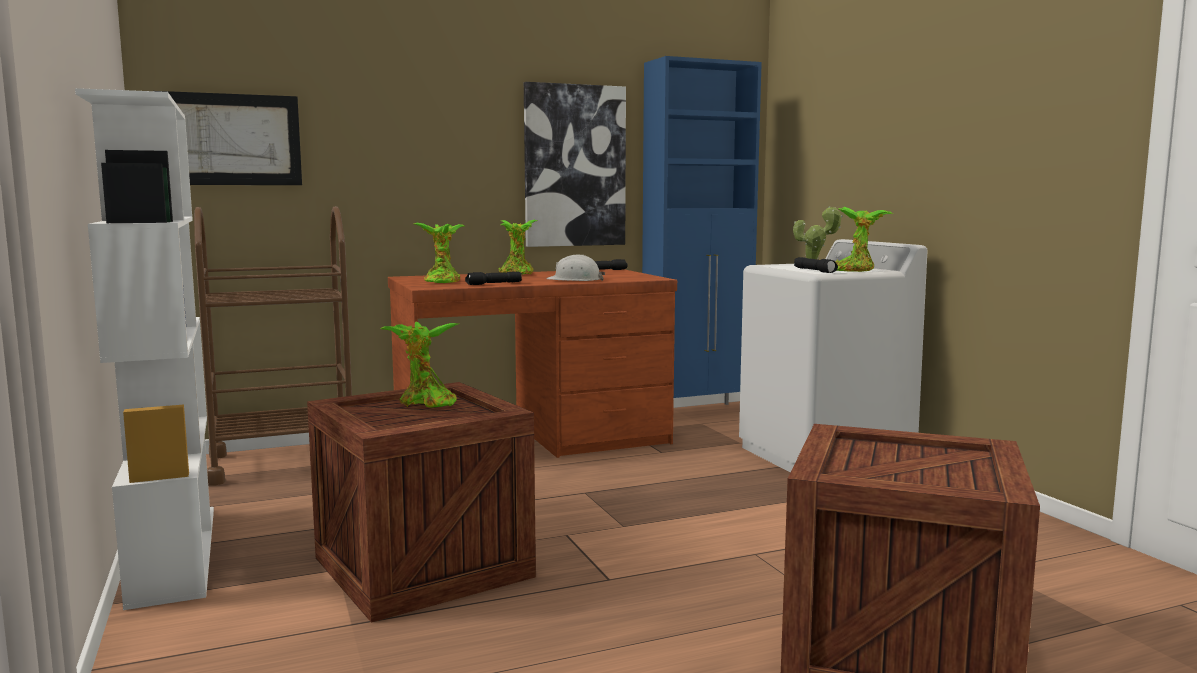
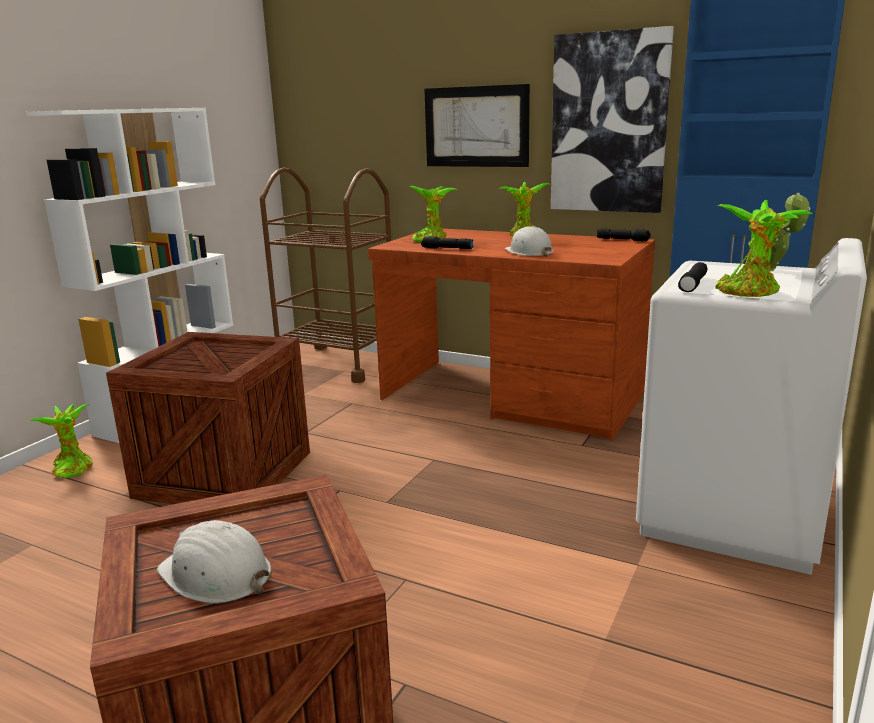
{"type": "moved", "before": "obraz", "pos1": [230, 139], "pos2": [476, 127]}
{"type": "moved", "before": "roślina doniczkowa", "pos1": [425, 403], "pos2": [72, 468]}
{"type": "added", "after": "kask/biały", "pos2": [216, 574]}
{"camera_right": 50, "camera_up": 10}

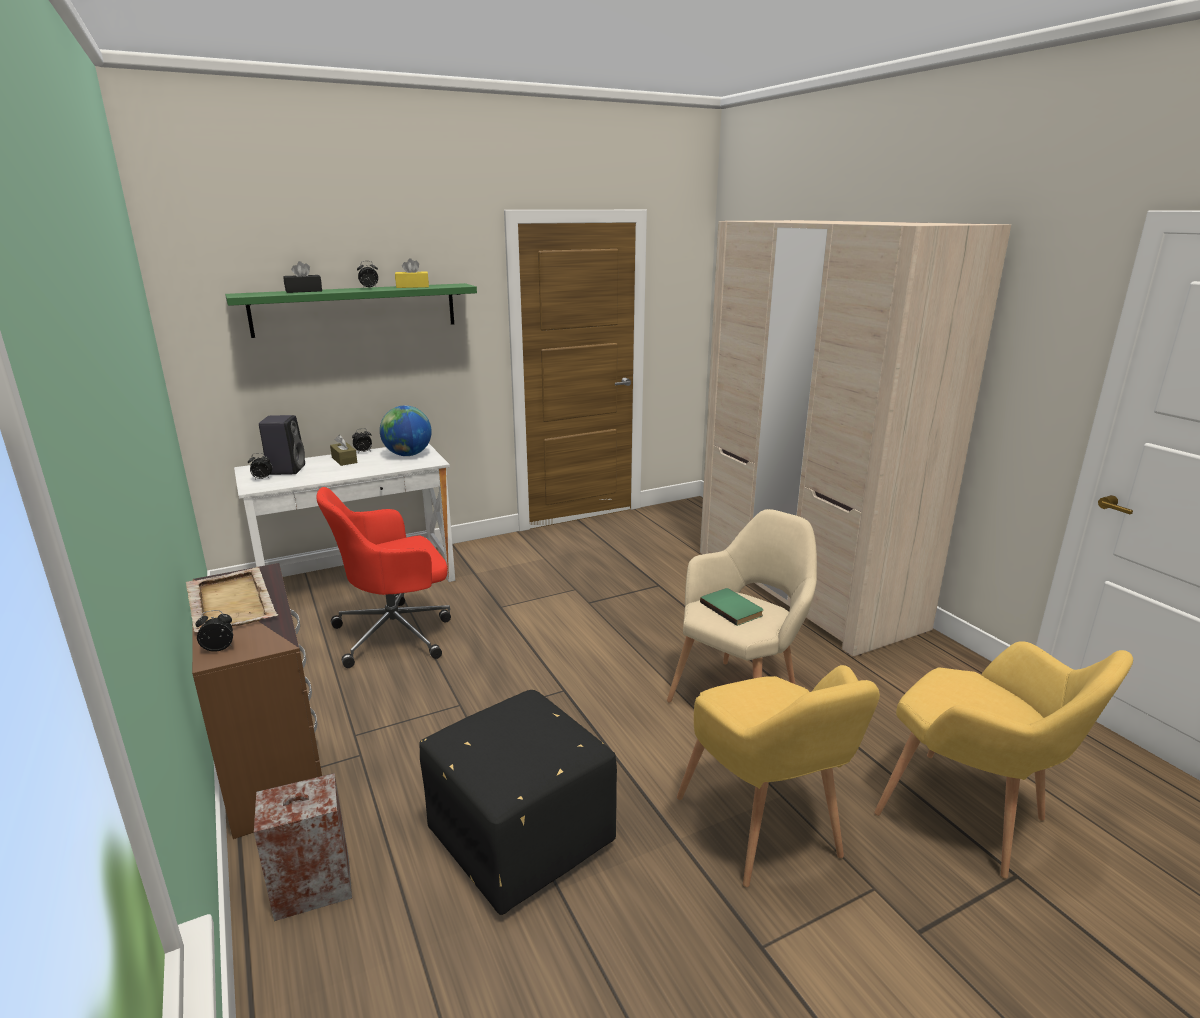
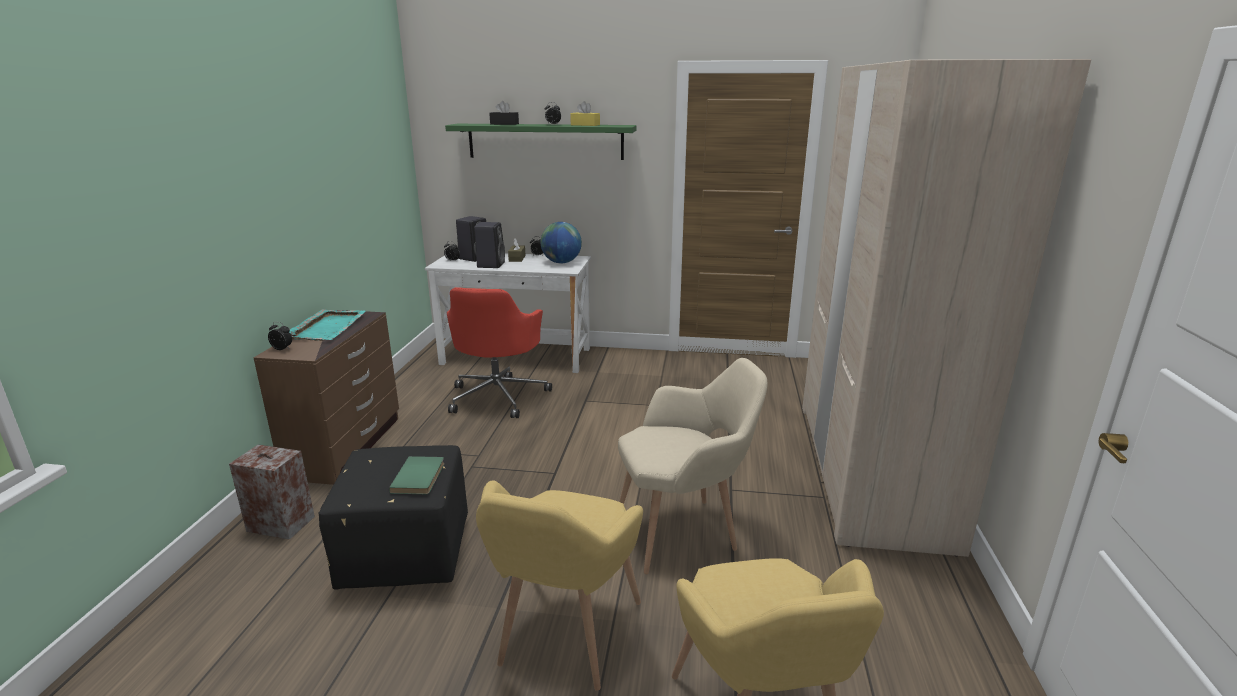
{"type": "recoloured", "before": "taca/beżowy", "after": "taca/turkusowy", "pos1": [231, 602], "pos2": [327, 327]}
{"type": "turned", "before": "krzesło biurowe/czerwony", "pos1": [396, 633], "pos2": [498, 396], "turn": -90}
{"type": "moved", "before": "książka/zielony", "pos1": [733, 608], "pos2": [420, 477]}
{"type": "added", "after": "głośnik/czarny", "pos2": [491, 265]}
{"camera_right": 35, "camera_up": 0}

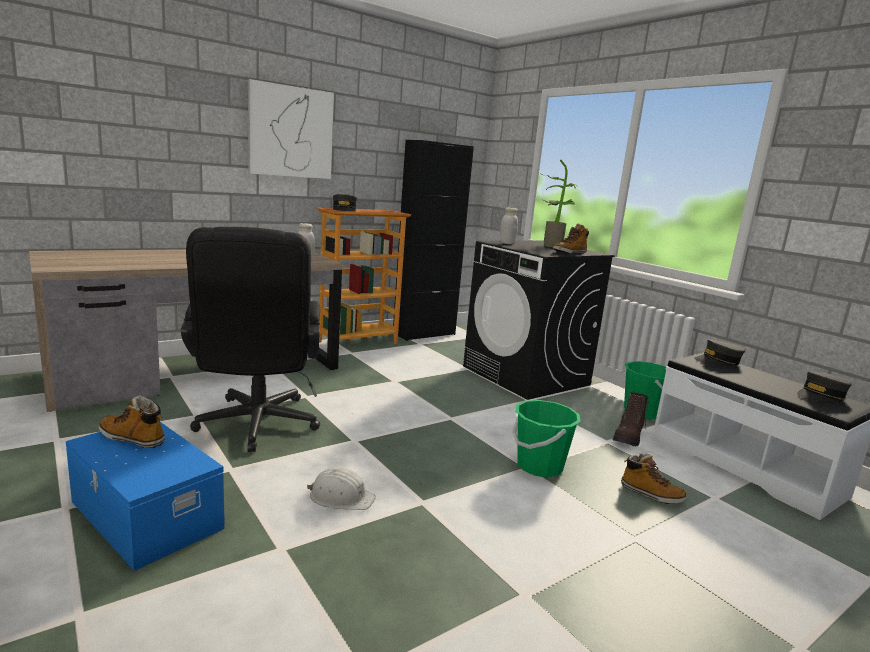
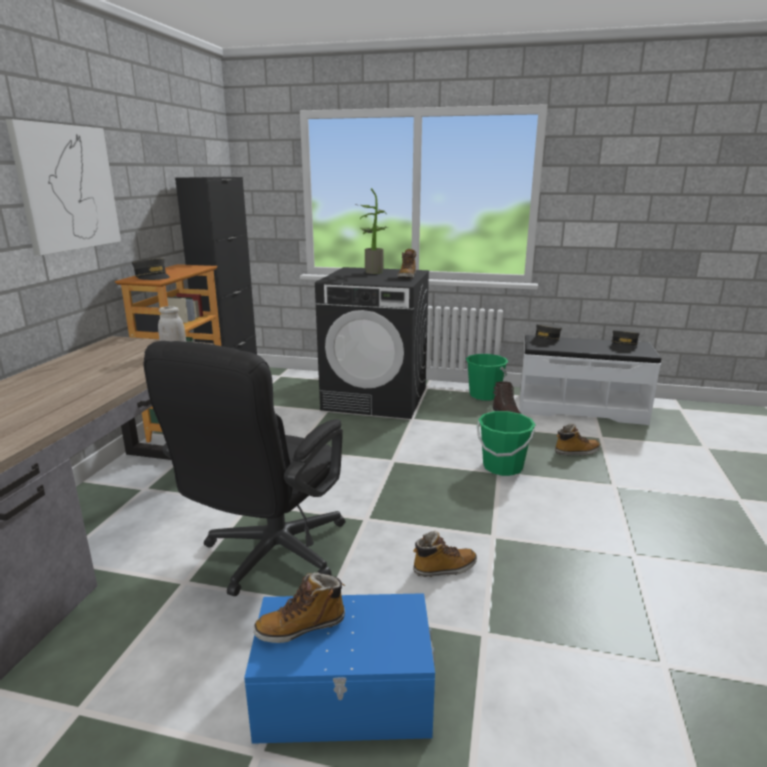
{"type": "turned", "before": "krzesło biurowe/czarny", "pos1": [256, 427], "pos2": [268, 557], "turn": 75}
{"type": "replaced", "before": "kask/biały", "after": "but z cholewką", "pos1": [341, 497], "pos2": [444, 568]}
{"type": "removed", "before": "słoik/biały", "pos1": [507, 243]}
{"camera_right": -40, "camera_up": 5}

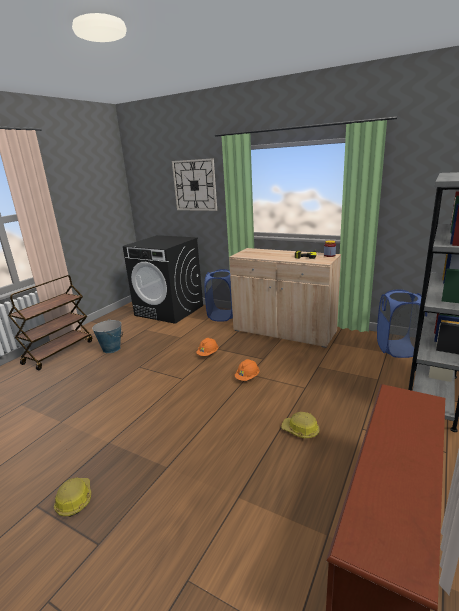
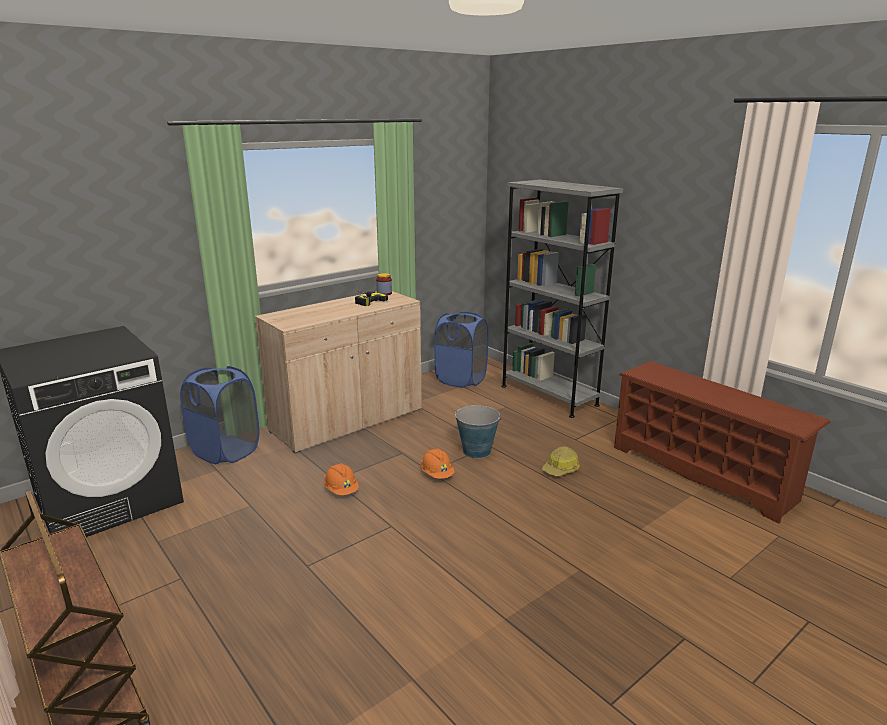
{"type": "removed", "before": "kask", "pos1": [74, 500]}
{"type": "moved", "before": "wiadro", "pos1": [111, 349], "pos2": [476, 451]}
{"type": "removed", "before": "zegar ścienny", "pos1": [195, 185]}
{"camera_right": -70, "camera_up": 0}

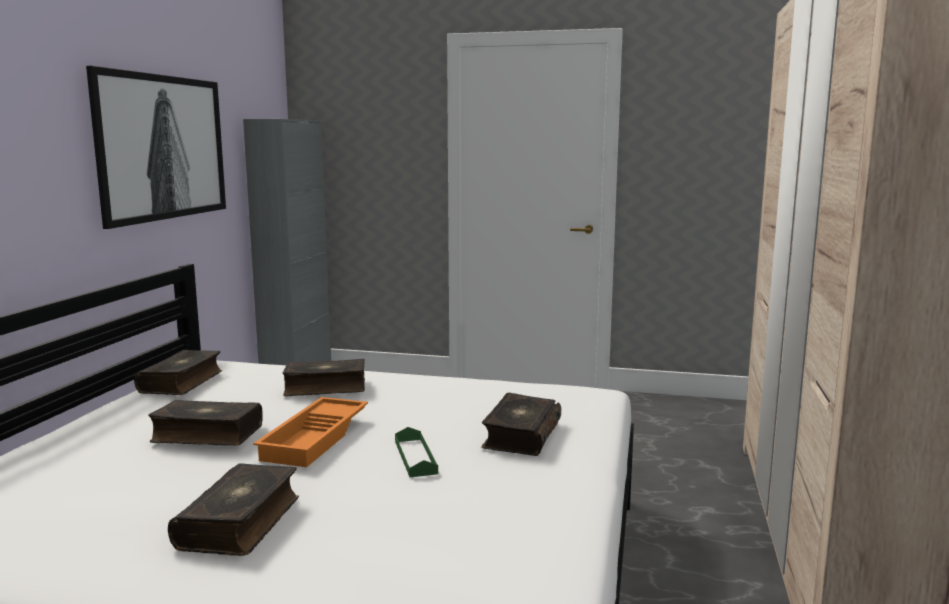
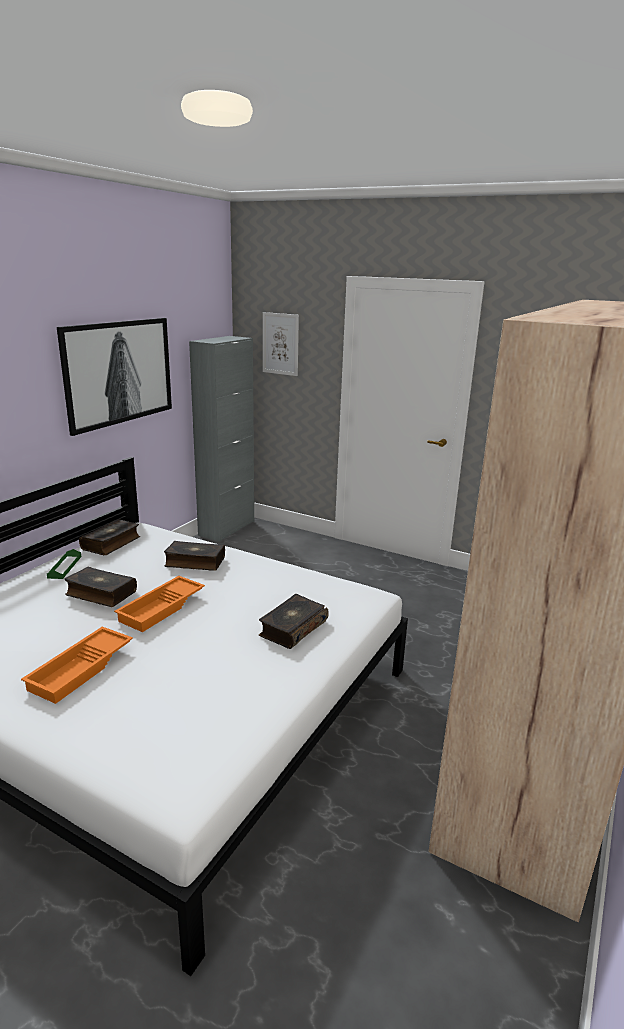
{"type": "replaced", "before": "książka", "after": "taca/pomarańczowy", "pos1": [241, 522], "pos2": [81, 670]}
{"type": "moved", "before": "taca/zielony", "pos1": [415, 457], "pos2": [64, 567]}
{"type": "added", "after": "obraz", "pos2": [280, 344]}
{"camera_right": 15, "camera_up": 10}

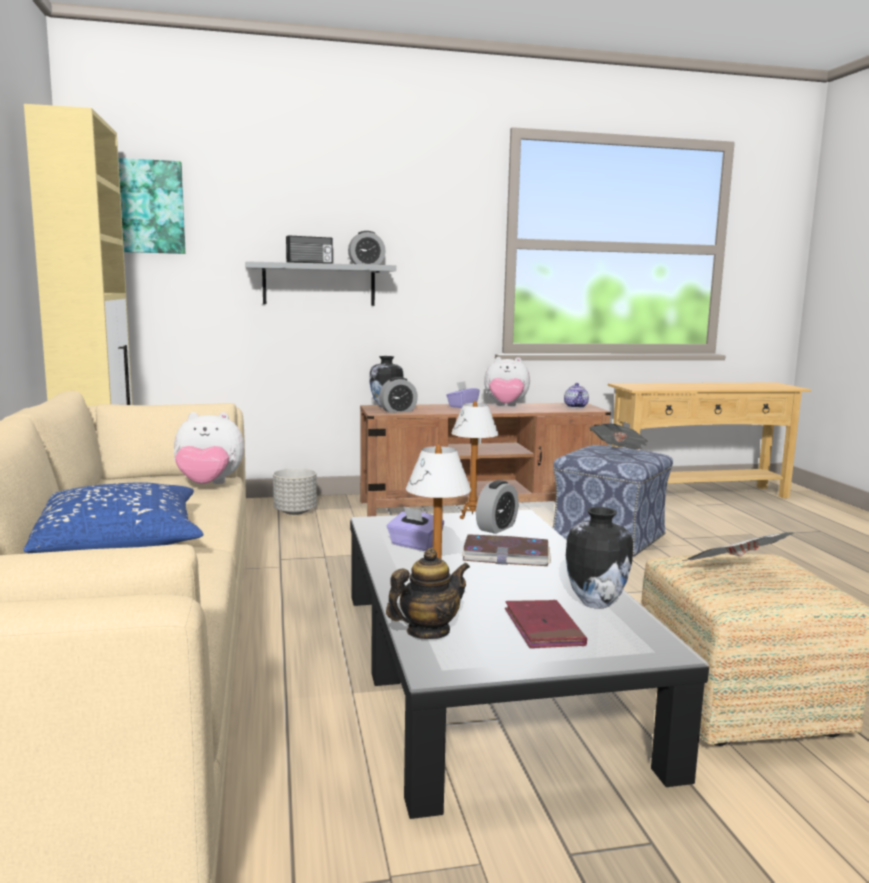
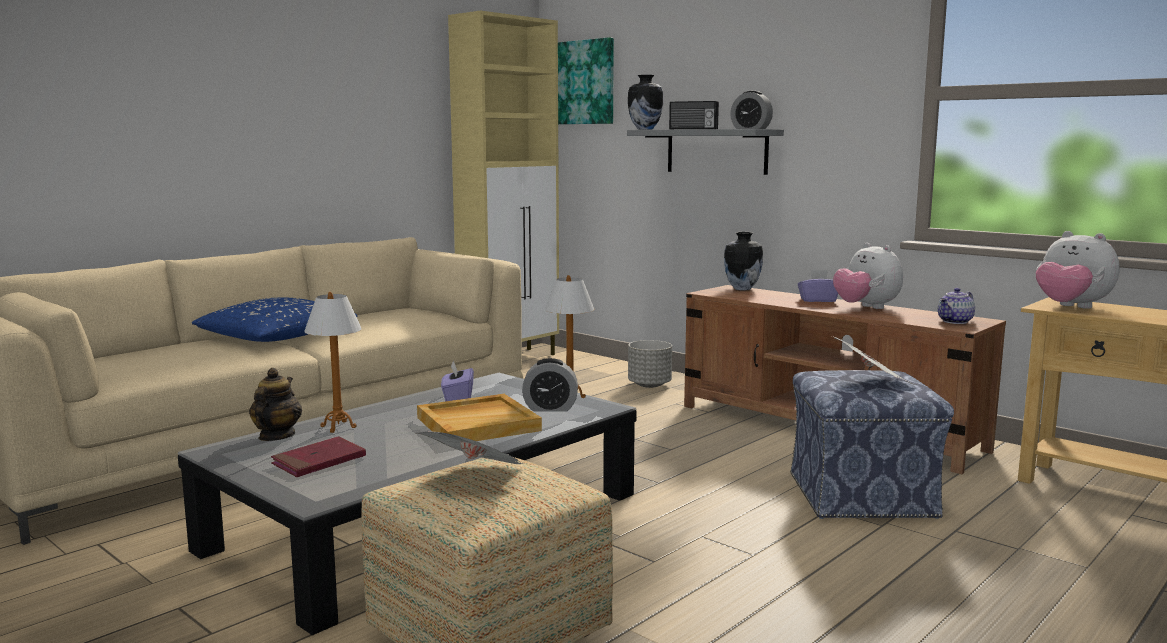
{"type": "moved", "before": "pluszak", "pos1": [208, 485], "pos2": [1071, 307]}
{"type": "removed", "before": "budzik", "pos1": [398, 411]}
{"type": "turned", "before": "imbryk", "pos1": [427, 631], "pos2": [276, 436], "turn": -105}
{"type": "replaced", "before": "książka", "after": "taca/beżowy", "pos1": [506, 555], "pos2": [478, 423]}
{"type": "moved", "before": "wazon", "pos1": [594, 603], "pos2": [645, 129]}
{"camera_right": 55, "camera_up": 0}

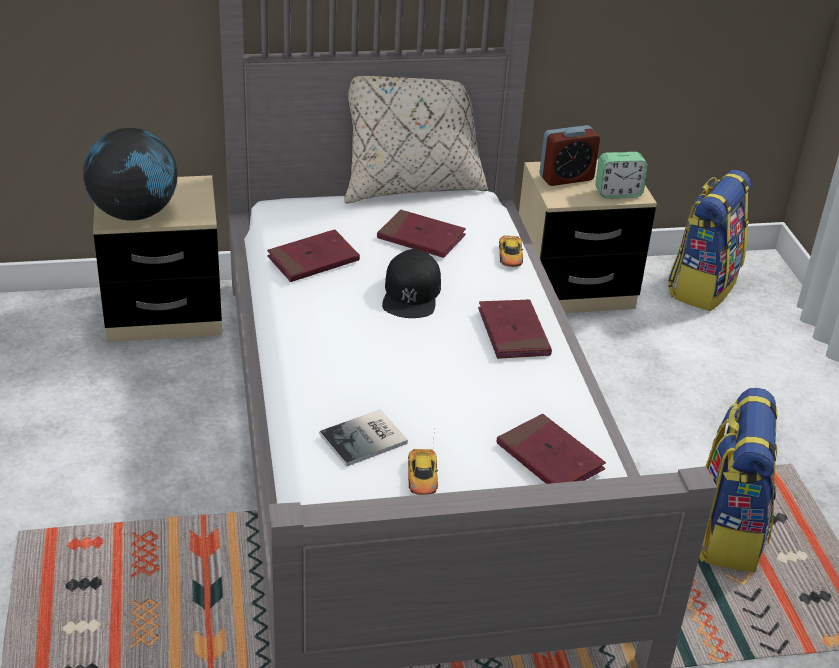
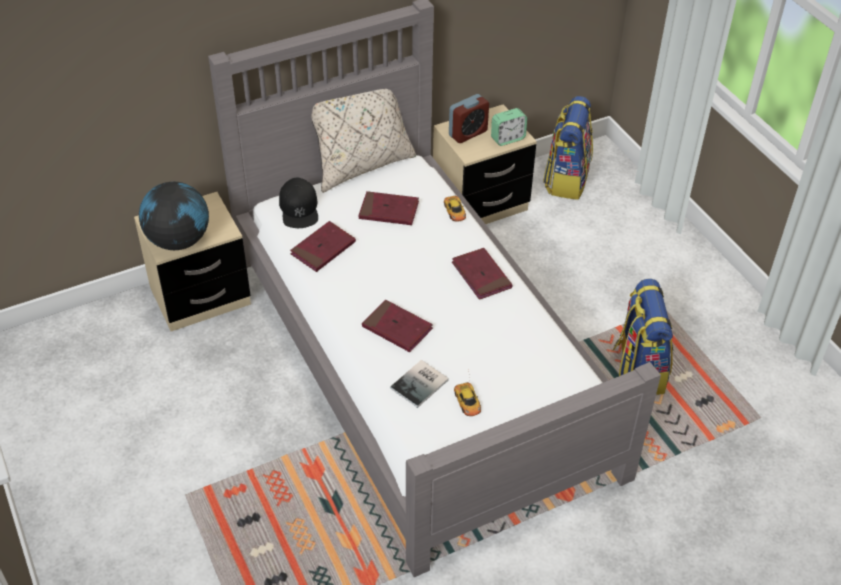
{"type": "moved", "before": "czapka z daszkiem/czarny", "pos1": [411, 293], "pos2": [299, 208]}
{"type": "moved", "before": "książka/czerwony", "pos1": [549, 458], "pos2": [397, 328]}
{"camera_right": -15, "camera_up": 10}

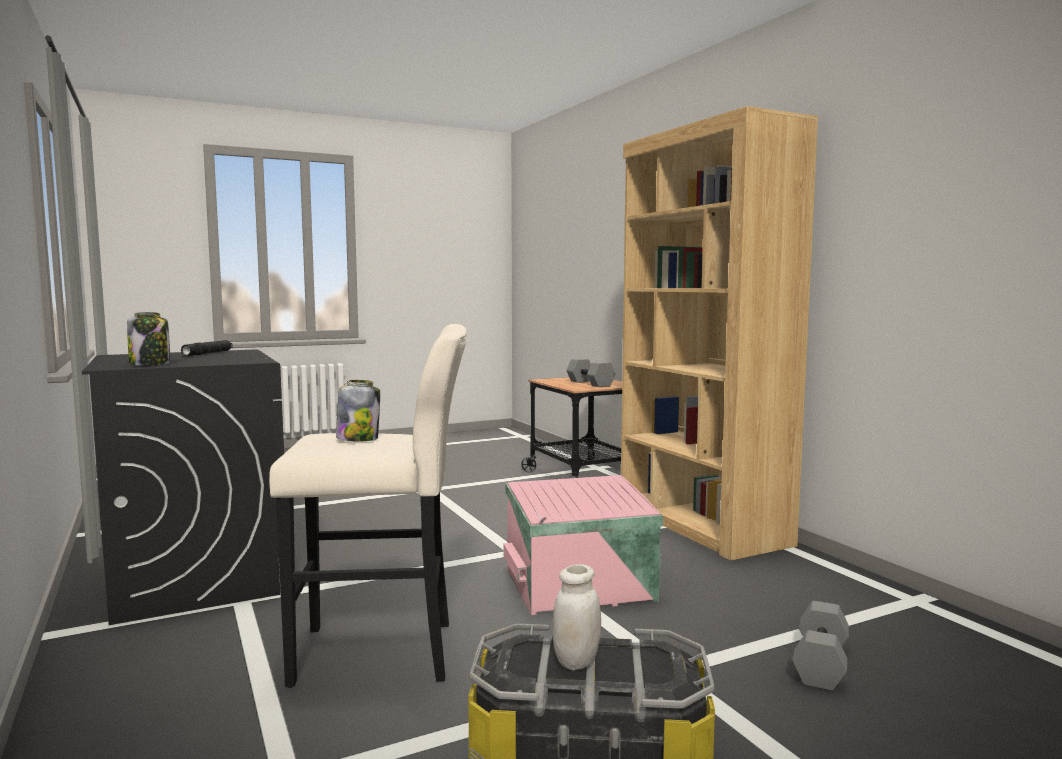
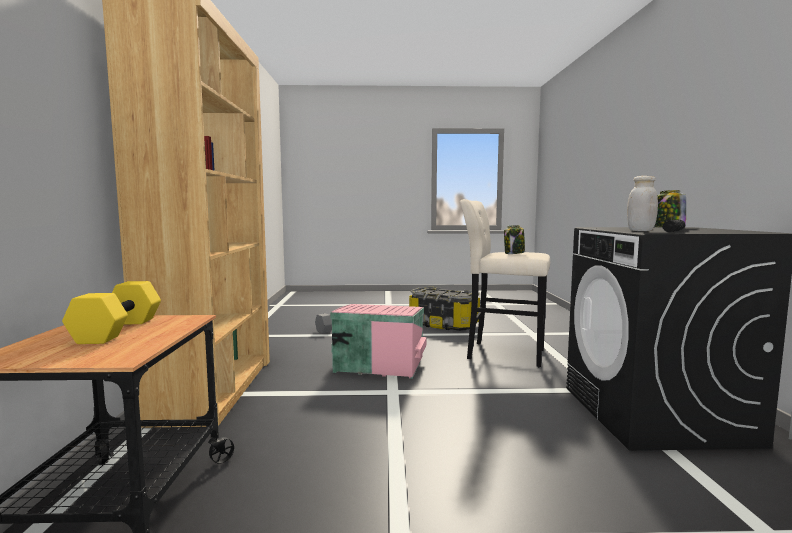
{"type": "moved", "before": "słoik/biały", "pos1": [576, 662], "pos2": [640, 231]}
{"type": "recoloured", "before": "hantel/szary", "after": "hantel/żółty", "pos1": [591, 383], "pos2": [117, 330]}
{"camera_right": -155, "camera_up": 0}

